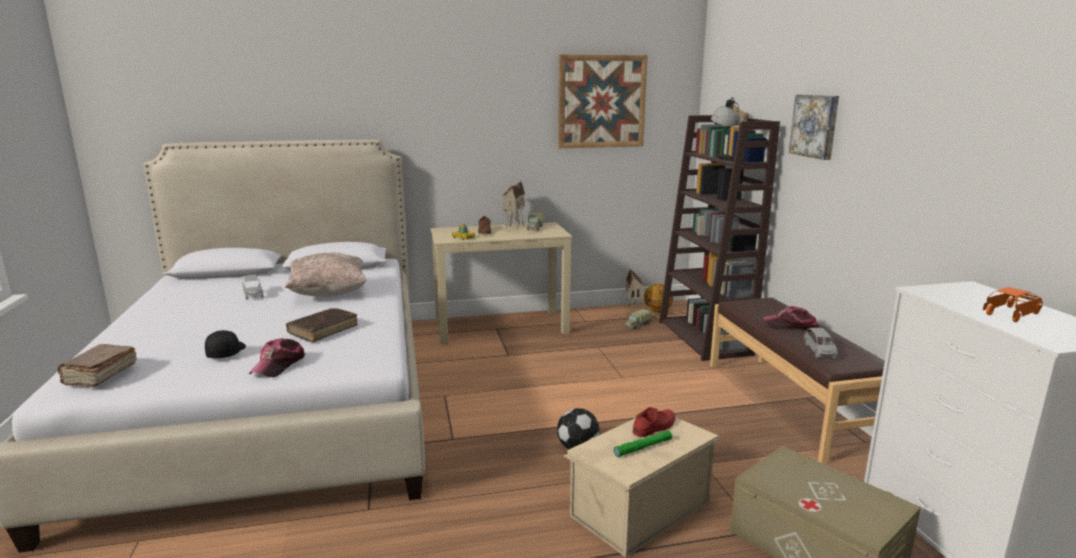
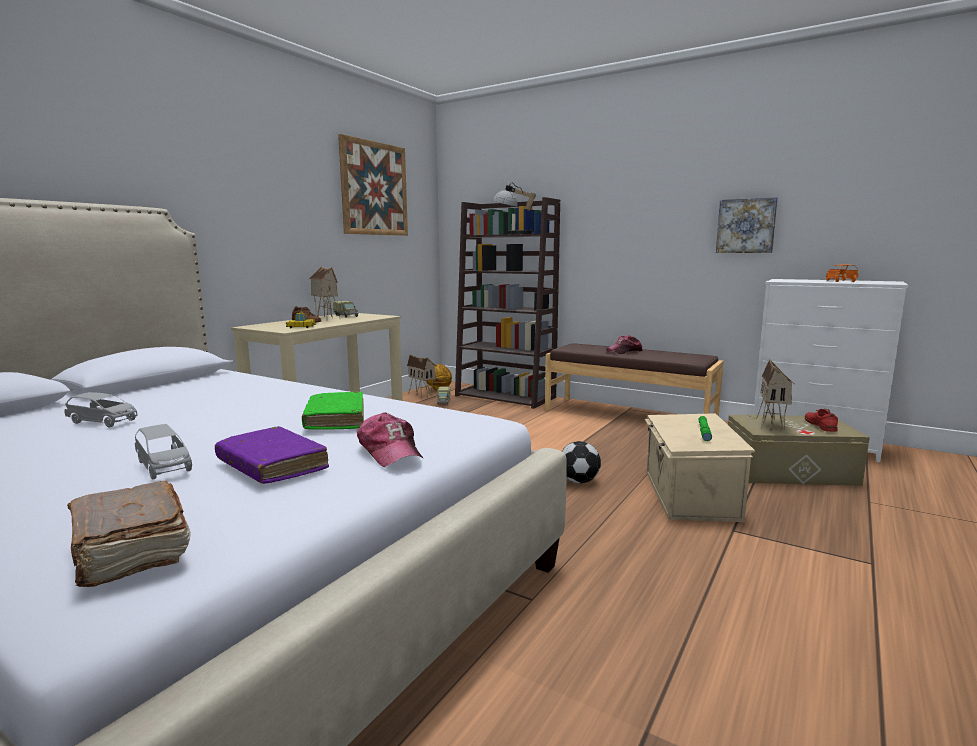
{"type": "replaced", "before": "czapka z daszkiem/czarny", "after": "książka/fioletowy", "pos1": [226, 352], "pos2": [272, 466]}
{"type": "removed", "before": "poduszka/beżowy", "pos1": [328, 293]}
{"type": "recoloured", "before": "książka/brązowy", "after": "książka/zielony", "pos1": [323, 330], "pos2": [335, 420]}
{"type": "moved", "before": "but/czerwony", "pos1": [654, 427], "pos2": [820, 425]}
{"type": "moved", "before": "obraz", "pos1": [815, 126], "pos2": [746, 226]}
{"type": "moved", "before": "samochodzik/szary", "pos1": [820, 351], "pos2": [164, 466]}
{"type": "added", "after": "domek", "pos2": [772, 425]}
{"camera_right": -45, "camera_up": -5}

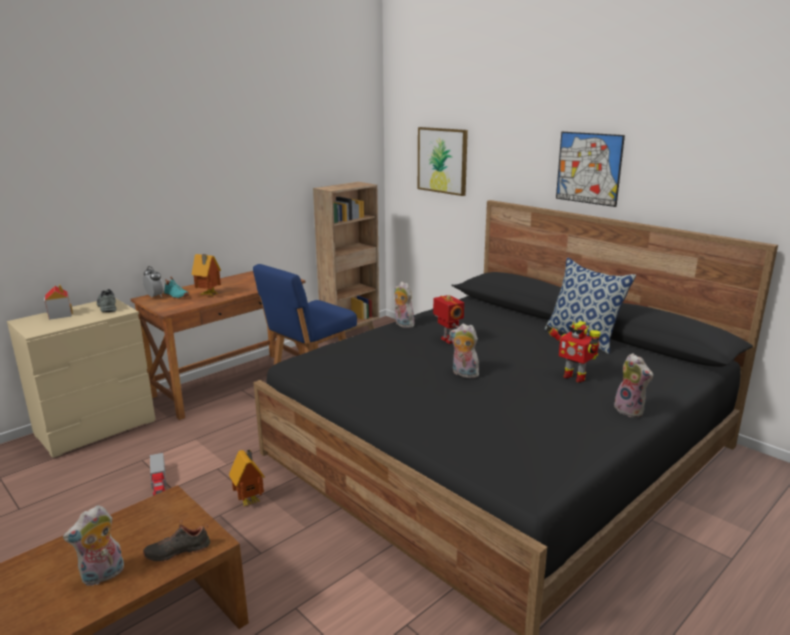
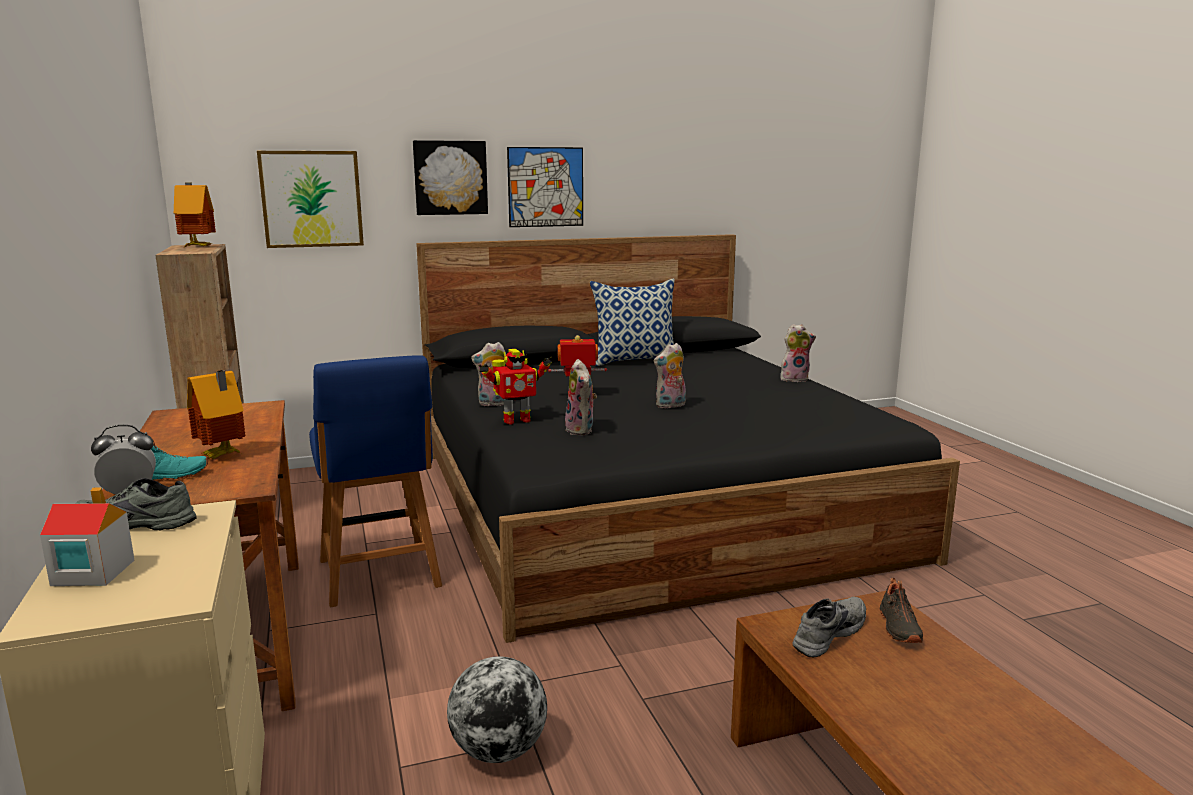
{"type": "moved", "before": "pluszak", "pos1": [102, 576], "pos2": [582, 430]}
{"type": "replaced", "before": "ciężarówka zabawkowa", "after": "globus", "pos1": [159, 482], "pos2": [498, 751]}
{"type": "moved", "before": "domek", "pos1": [250, 500], "pos2": [198, 247]}
{"type": "moved", "before": "robot zabawkowy", "pos1": [574, 377], "pos2": [515, 420]}
{"type": "added", "after": "obraz", "pos2": [450, 177]}
{"type": "added", "after": "but/szary", "pos2": [827, 633]}
{"camera_right": -65, "camera_up": -5}

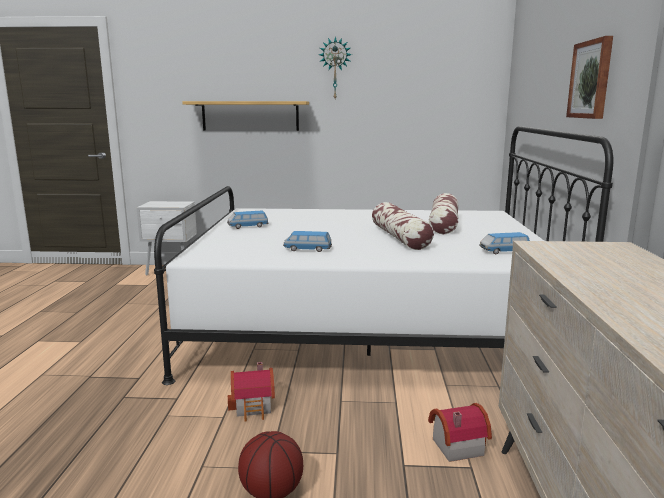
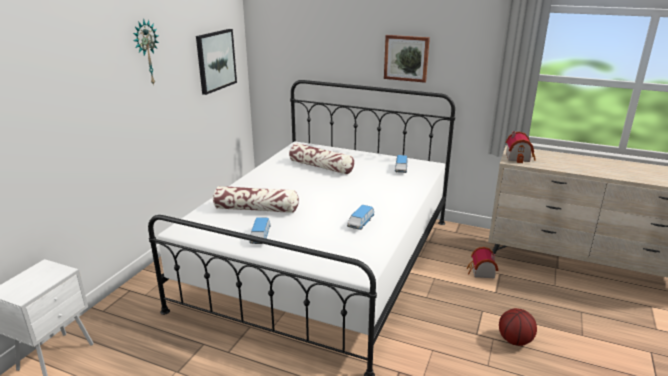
{"type": "removed", "before": "półka", "pos1": [250, 116]}
{"type": "moved", "before": "domek", "pos1": [254, 407], "pos2": [519, 157]}
{"type": "moved", "before": "poduszka", "pos1": [400, 238], "pos2": [256, 209]}
{"type": "added", "after": "obraz", "pos2": [215, 60]}
{"camera_right": -70, "camera_up": 10}

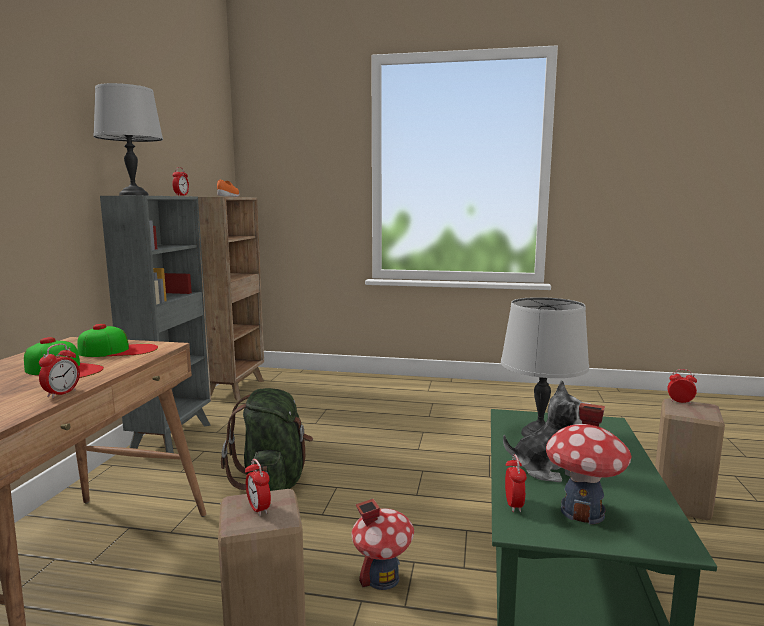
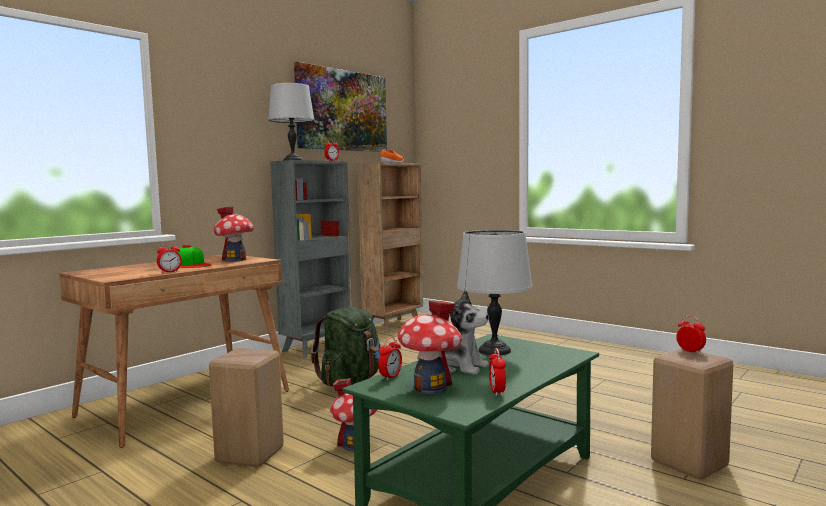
{"type": "replaced", "before": "czapka z daszkiem", "after": "domek", "pos1": [118, 350], "pos2": [235, 260]}
{"type": "moved", "before": "budzik", "pos1": [258, 509], "pos2": [497, 392]}
{"type": "added", "after": "obraz", "pos2": [342, 110]}
{"camera_right": 30, "camera_up": -5}

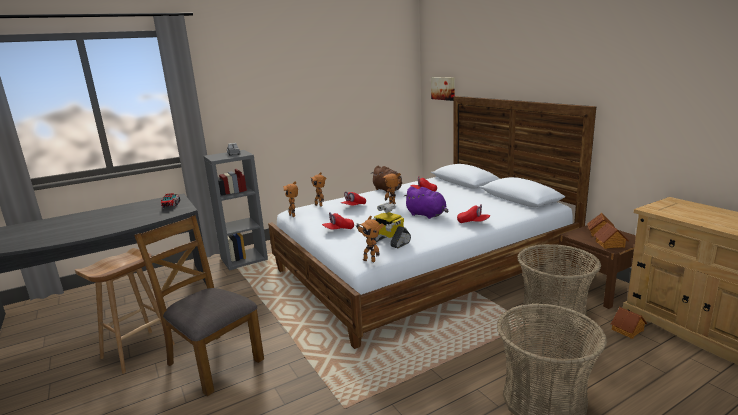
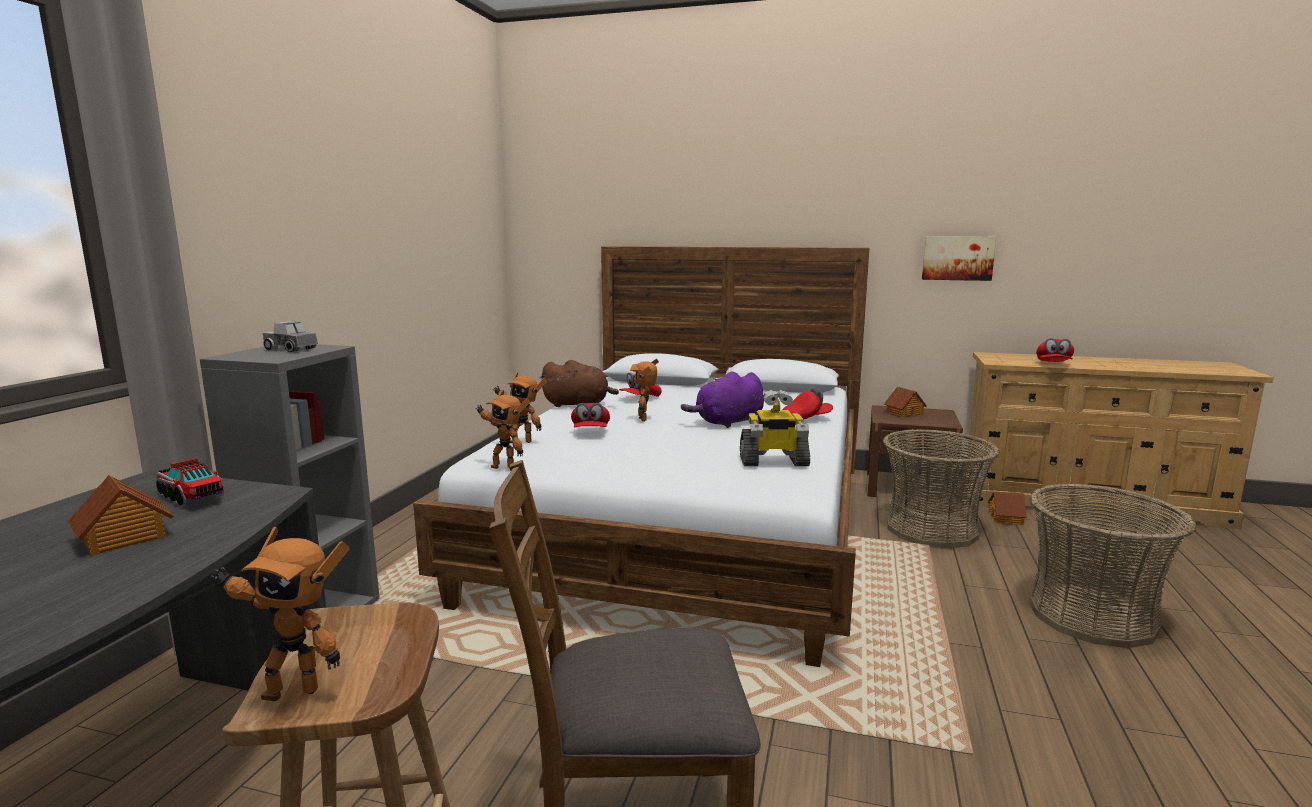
{"type": "moved", "before": "czapka z daszkiem/czerwony", "pos1": [338, 230], "pos2": [1053, 364]}
{"type": "moved", "before": "robot zabawkowy", "pos1": [370, 260], "pos2": [292, 690]}
{"type": "turned", "before": "pluszak/fioletowy", "pos1": [427, 215], "pos2": [727, 422], "turn": 150}
{"type": "moved", "before": "obraz", "pos1": [443, 88], "pos2": [957, 258]}
{"type": "moved", "before": "domek", "pos1": [610, 244], "pos2": [124, 538]}
{"camera_right": -45, "camera_up": -5}

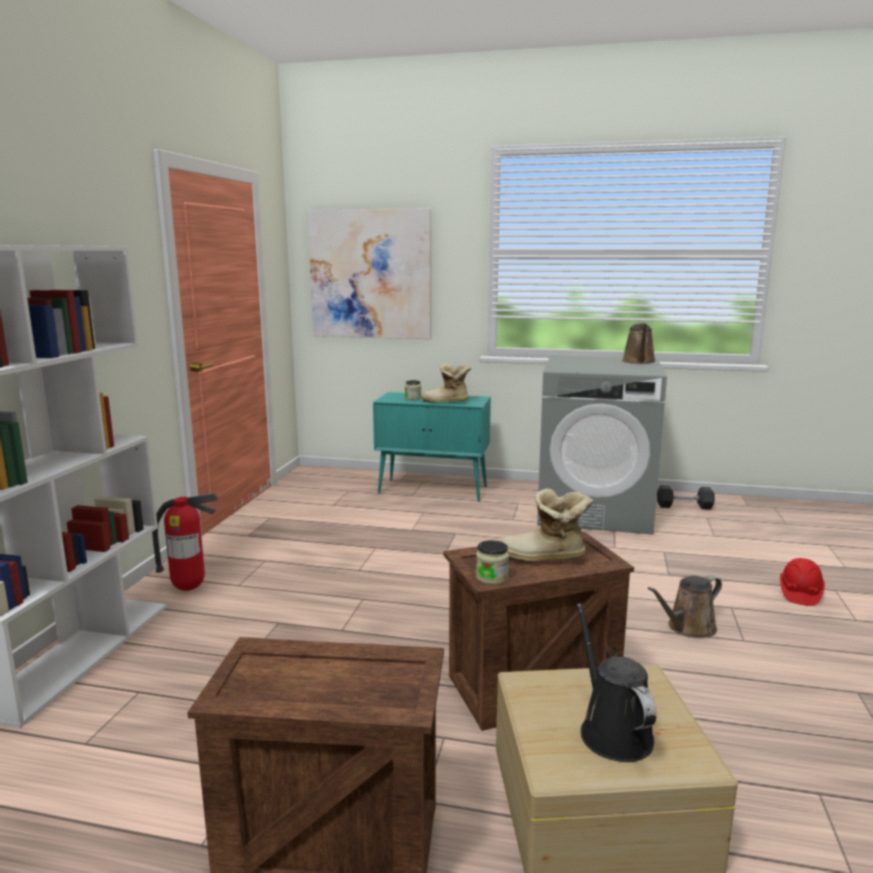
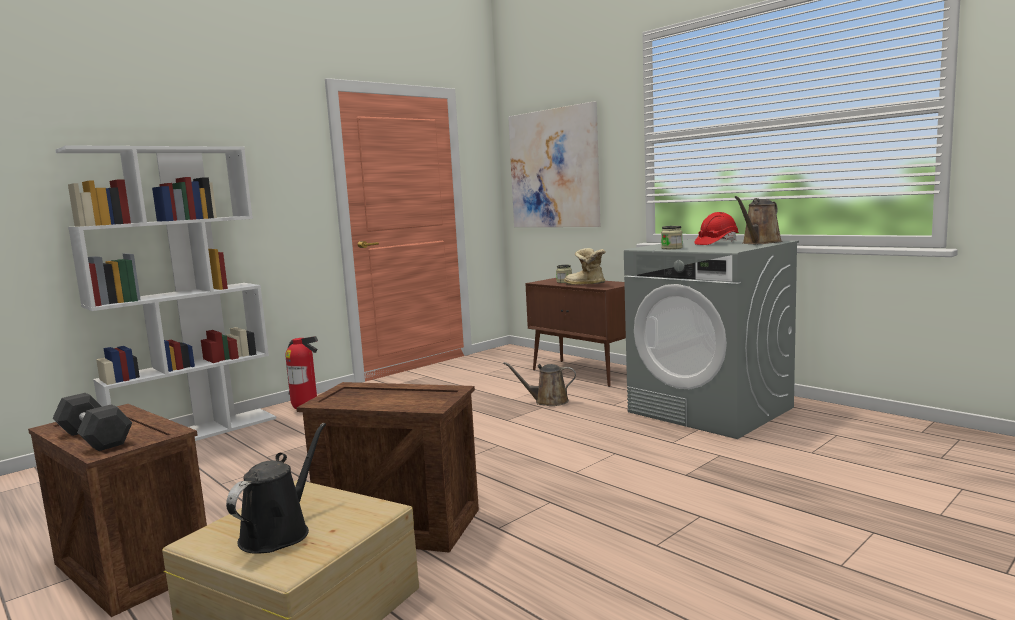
{"type": "recoloured", "before": "szafka/turkusowy", "after": "szafka/brązowy", "pos1": [434, 490], "pos2": [584, 373]}
{"type": "moved", "before": "słoik", "pos1": [492, 577], "pos2": [671, 248]}
{"type": "removed", "before": "but z cholewką", "pos1": [544, 558]}
{"type": "moved", "before": "konewka/brązowy", "pos1": [688, 628], "pos2": [548, 401]}
{"type": "moved", "before": "hantel/czarny", "pos1": [684, 506], "pos2": [94, 438]}
{"type": "moved", "before": "kask/czerwony", "pos1": [799, 593], "pos2": [716, 243]}
{"camera_right": 35, "camera_up": -5}

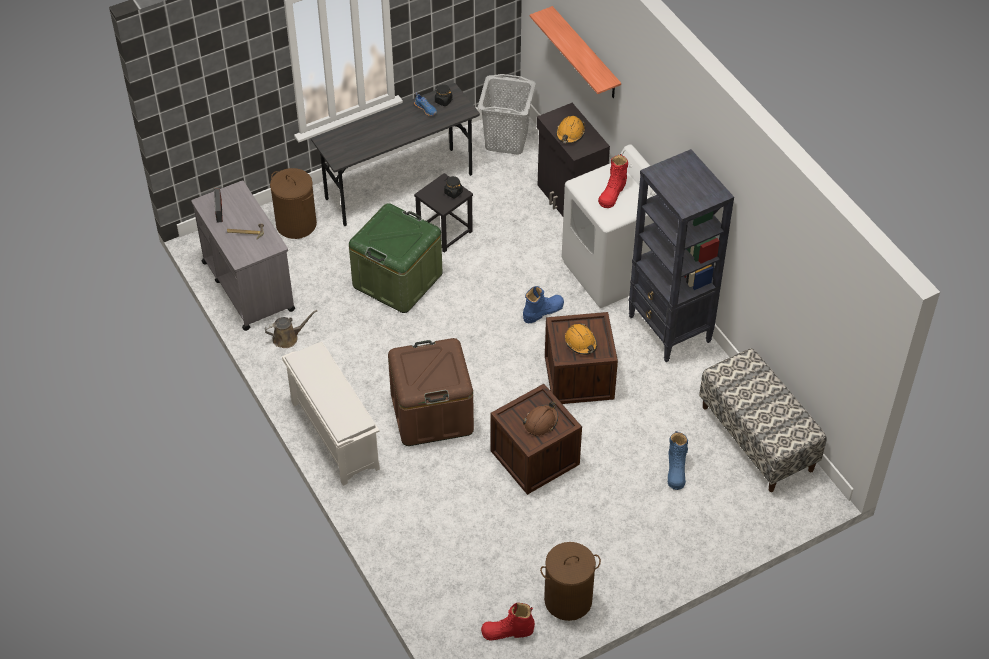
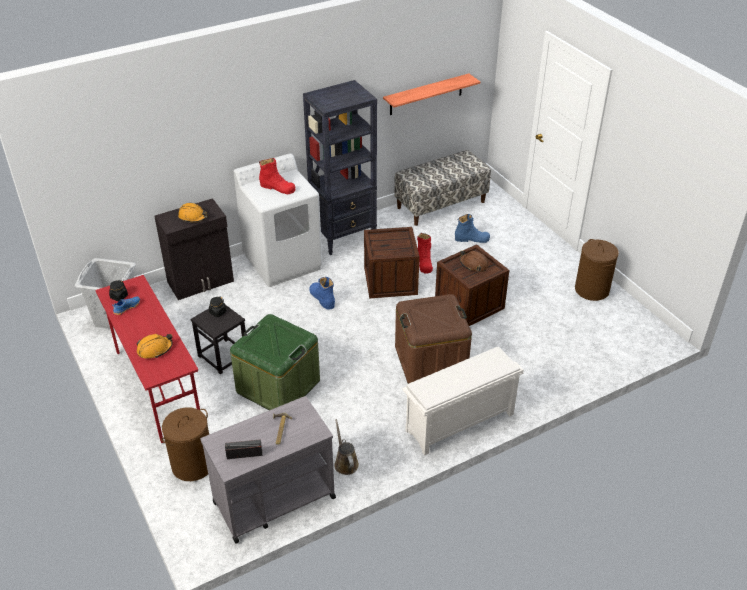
{"type": "recoloured", "before": "biurko/szary", "after": "biurko/czerwony", "pos1": [399, 186], "pos2": [157, 388]}
{"type": "moved", "before": "but z cholewką/czerwony", "pos1": [507, 631], "pos2": [424, 262]}
{"type": "moved", "before": "półka", "pos1": [585, 54], "pos2": [426, 94]}
{"type": "moved", "before": "kask/pomarańczowy", "pos1": [581, 342], "pos2": [155, 349]}
{"camera_right": -90, "camera_up": -10}

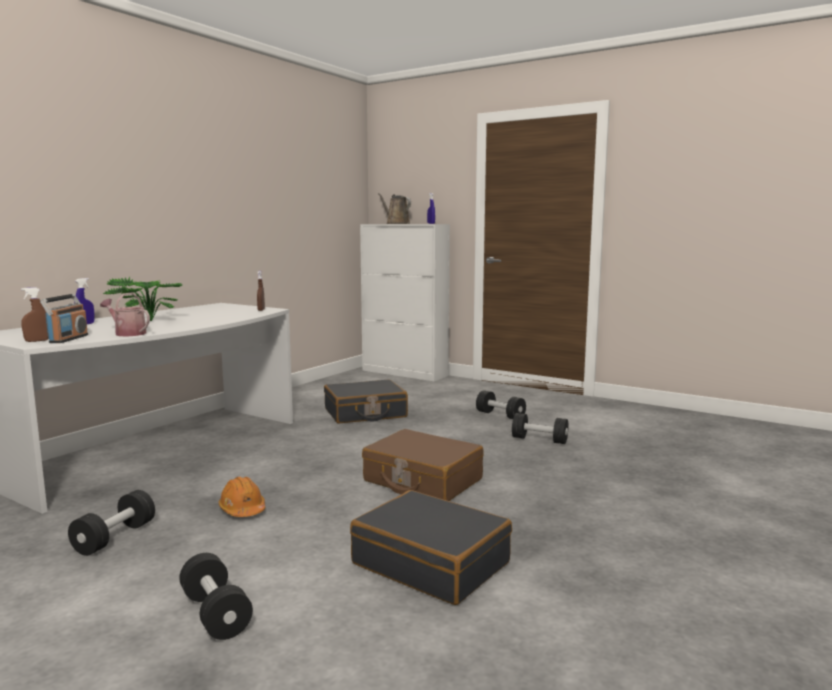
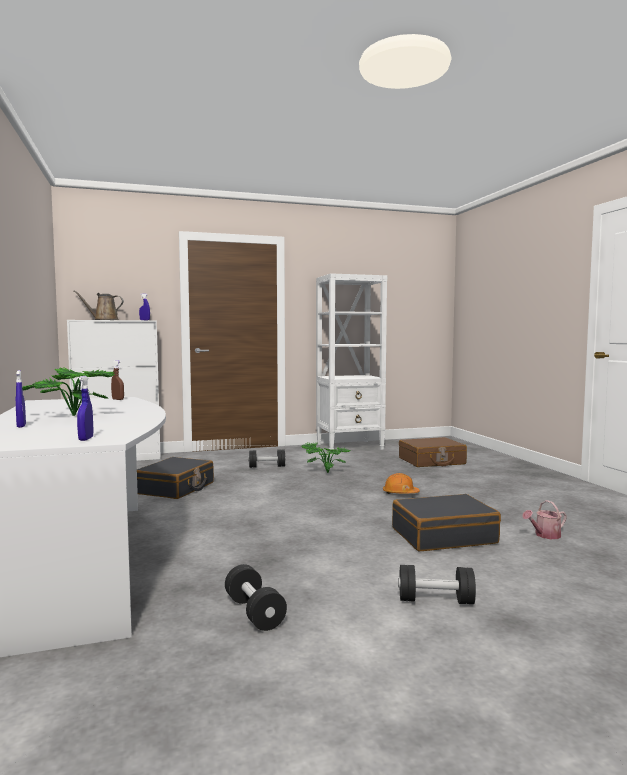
{"type": "recoloured", "before": "spryskiwacz/brązowy", "after": "spryskiwacz/niebieski", "pos1": [37, 341], "pos2": [86, 439]}
{"type": "removed", "before": "radio", "pos1": [68, 339]}
{"type": "moved", "before": "konewka", "pos1": [127, 333], "pos2": [545, 535]}
{"type": "moved", "before": "kask/pomarańczowy", "pos1": [242, 509], "pos2": [400, 493]}
{"type": "moved", "before": "walizka/brązowy", "pos1": [422, 480], "pos2": [431, 461]}
{"type": "replaced", "before": "hantel/czarny", "after": "roślina doniczkowa", "pos1": [539, 440], "pos2": [324, 472]}
{"type": "added", "after": "regał/biały", "pos2": [350, 446]}
{"camera_right": -50, "camera_up": -5}

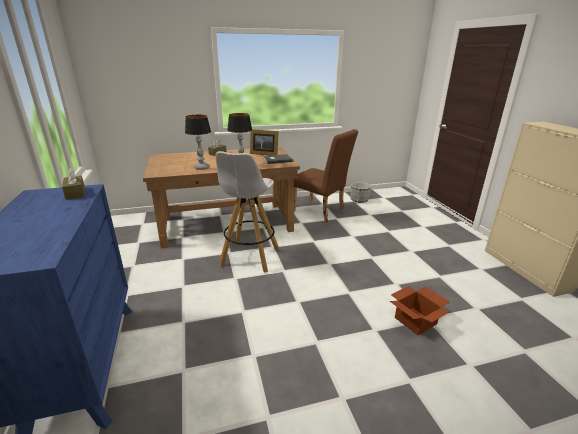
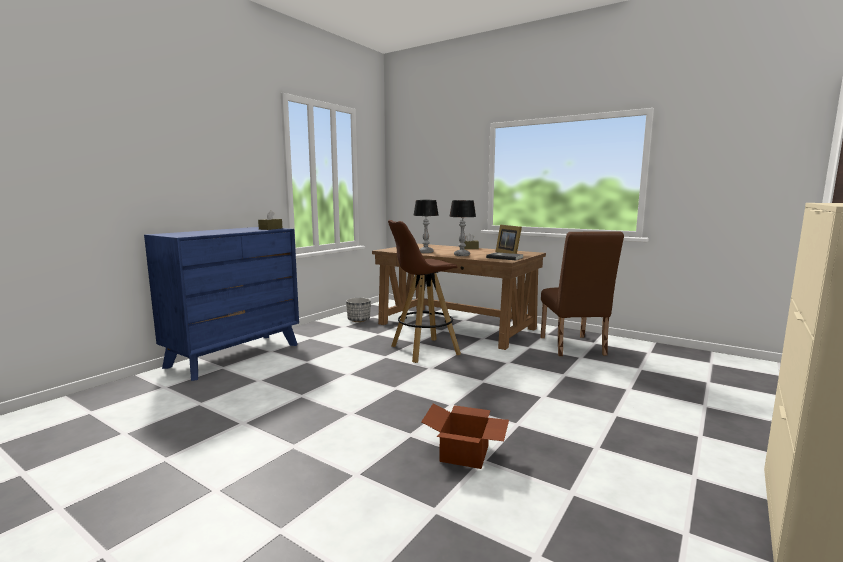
{"type": "recoloured", "before": "stołek/biały", "after": "stołek/brązowy", "pos1": [249, 258], "pos2": [423, 350]}
{"type": "moved", "before": "donica", "pos1": [359, 200], "pos2": [359, 320]}
{"camera_right": 50, "camera_up": -15}

